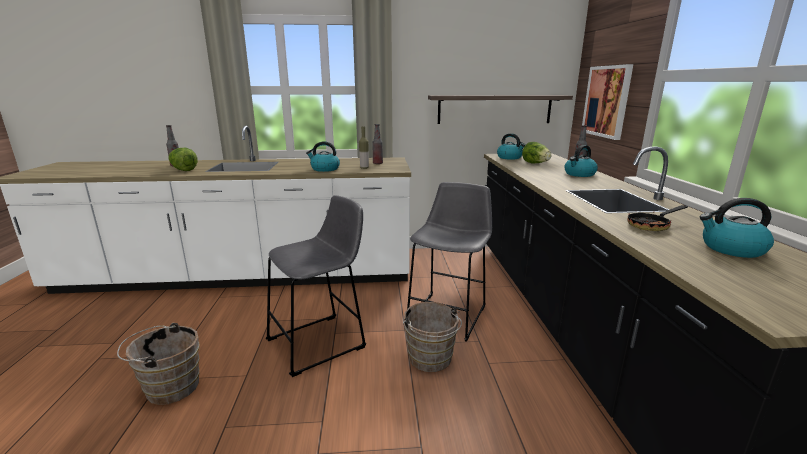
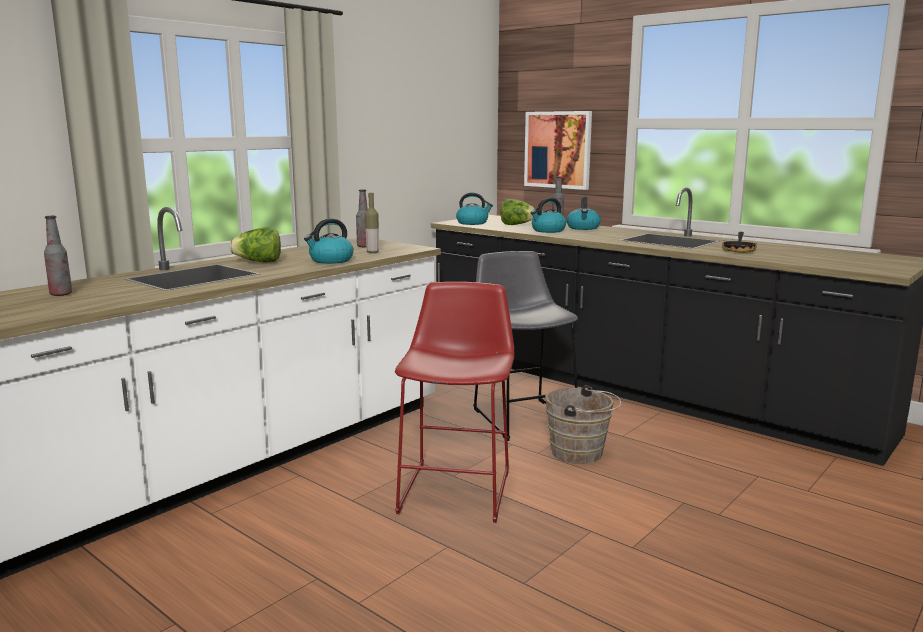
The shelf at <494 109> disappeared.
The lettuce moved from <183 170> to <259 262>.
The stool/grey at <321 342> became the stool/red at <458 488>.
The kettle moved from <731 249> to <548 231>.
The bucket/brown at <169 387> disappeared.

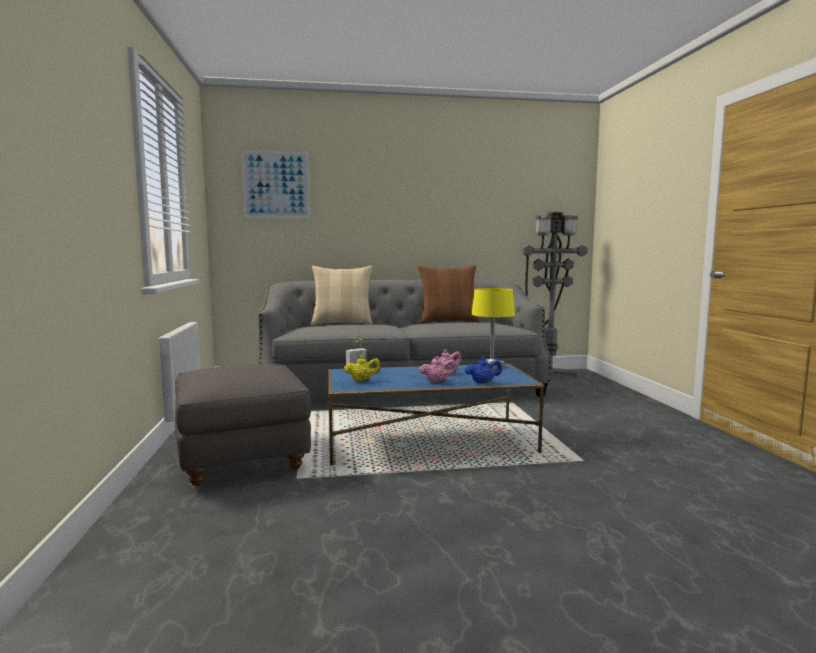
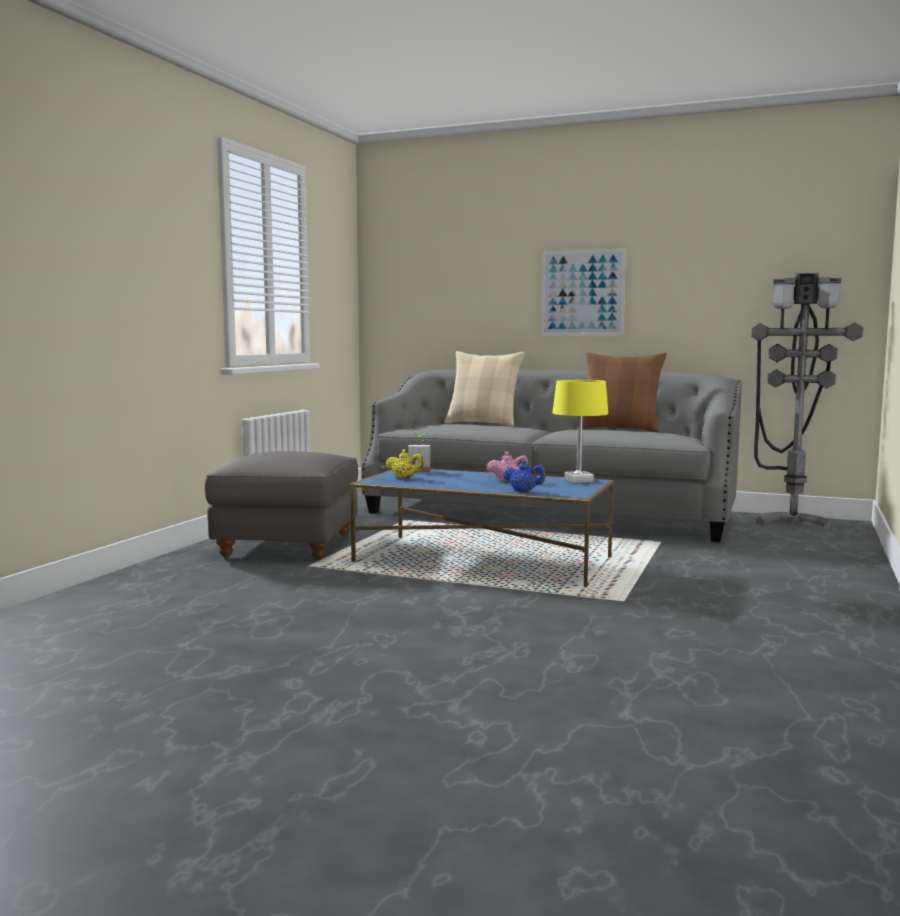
The picture moved from <276 184> to <582 293>.
The teapot/pink at <437 382> disappeared.

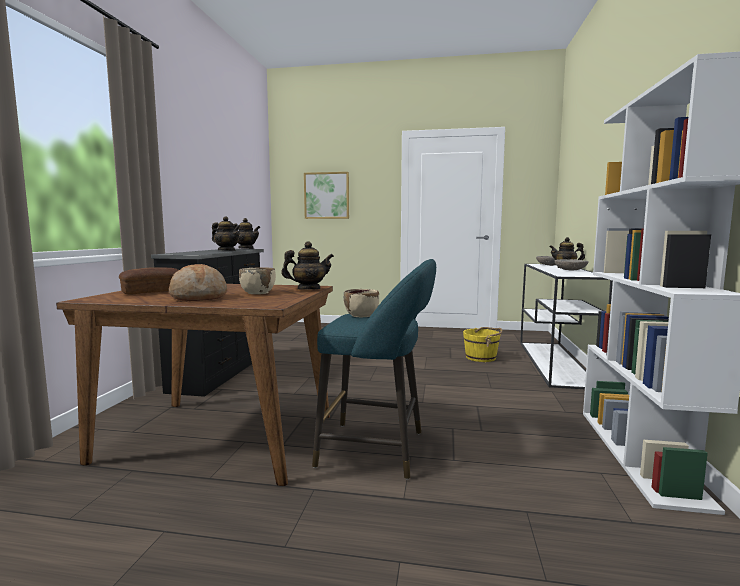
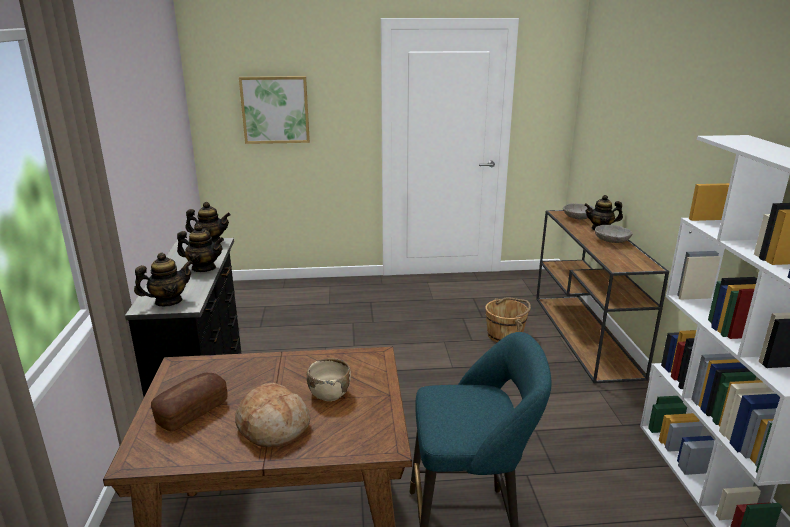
The teapot moved from <308 289> to <168 301>.
The console table/white at <556 363> became the console table/brown at <586 336>.
The bowl/beige at <361 315> disappeared.
The bucket/yellow at <481 357> became the bucket/brown at <505 335>.

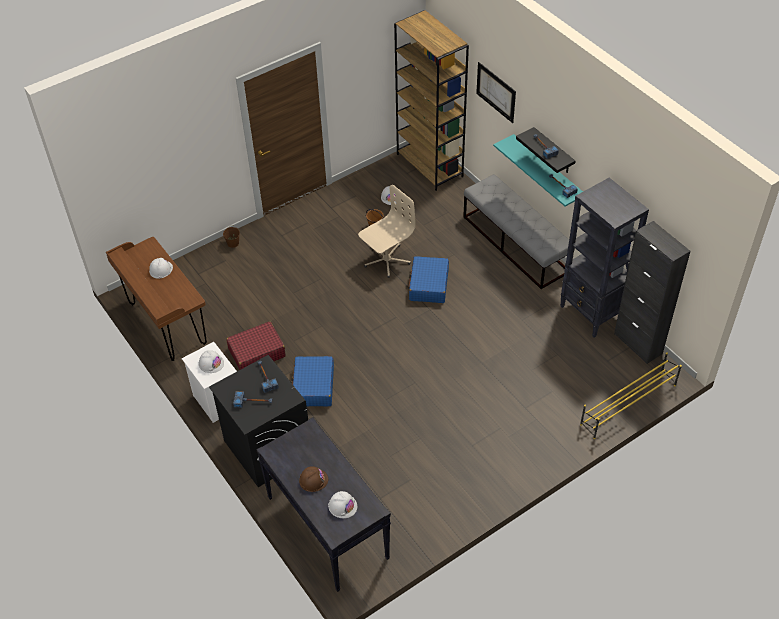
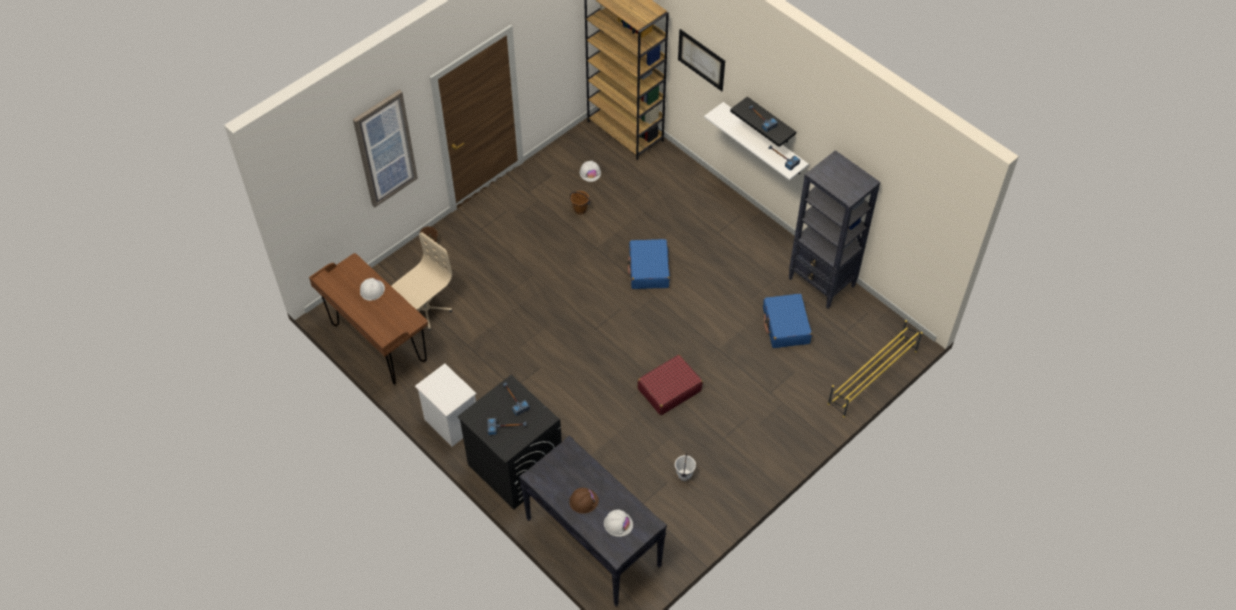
The shelf/turquoise at <547 171> became the shelf/white at <764 139>.
The bench/grey at <516 244> disappeared.
The office chair/beige moved from <386 260> to <425 309>.
The cabinet/black at <638 343> disappeared.
The suitcase/red moved from <256 352> to <669 389>.
The hard hat/white at <211 363> disappeared.
The suitcase/blue moved from <313 387> to <785 326>.
The picture at <385 149> appeared.
The bucket/white at <684 474> appeared.

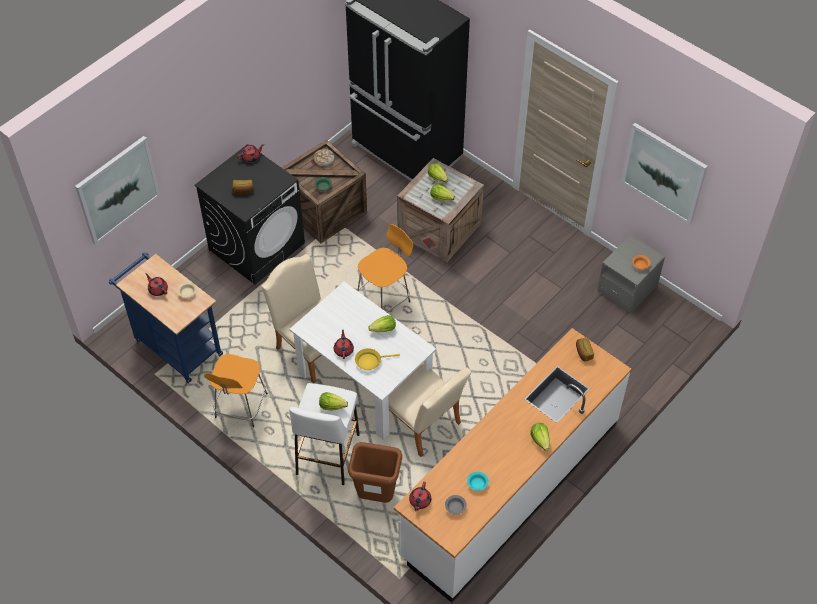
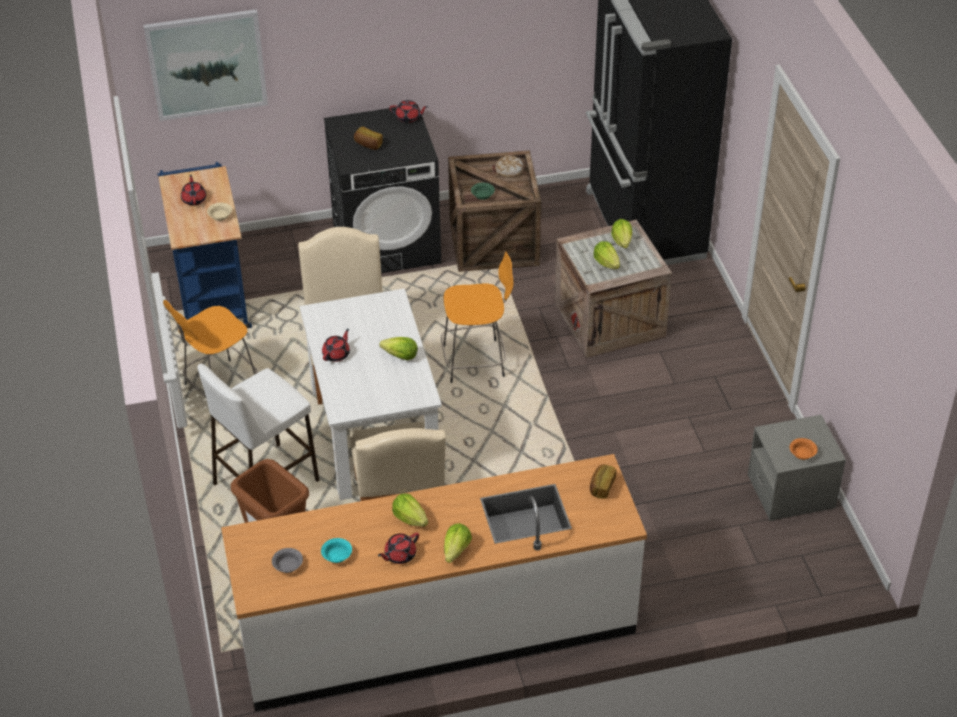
The picture at <663 173> disappeared.
The frying pan/yellow at <370 361> disappeared.
The lettuce moved from <332 406> to <410 518>.
The teapot/red moved from <420 501> to <399 555>.

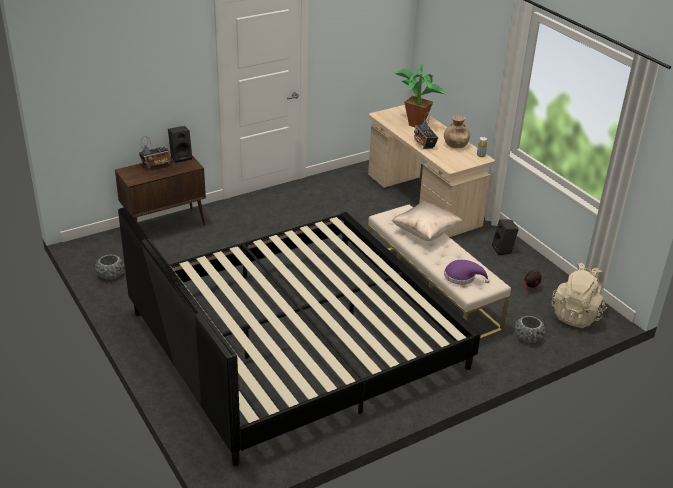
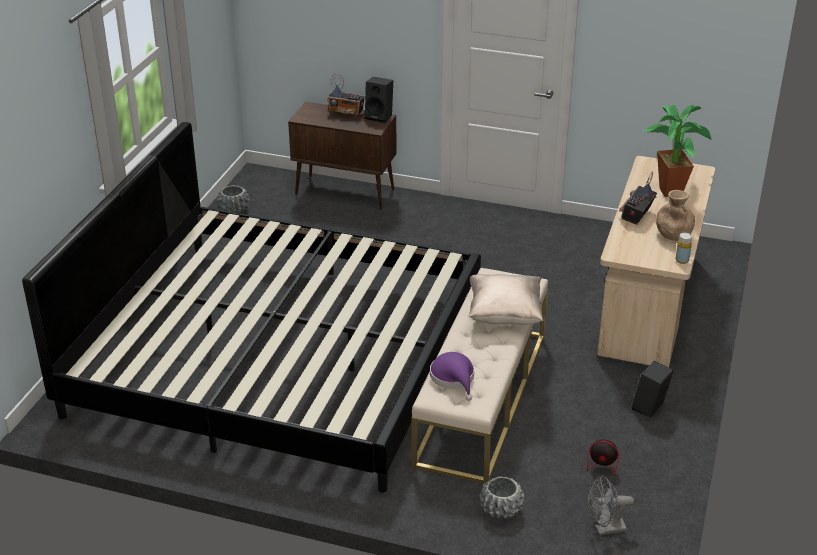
The backpack/beige at <576 315> was replaced by the fan/grey at <605 529>.

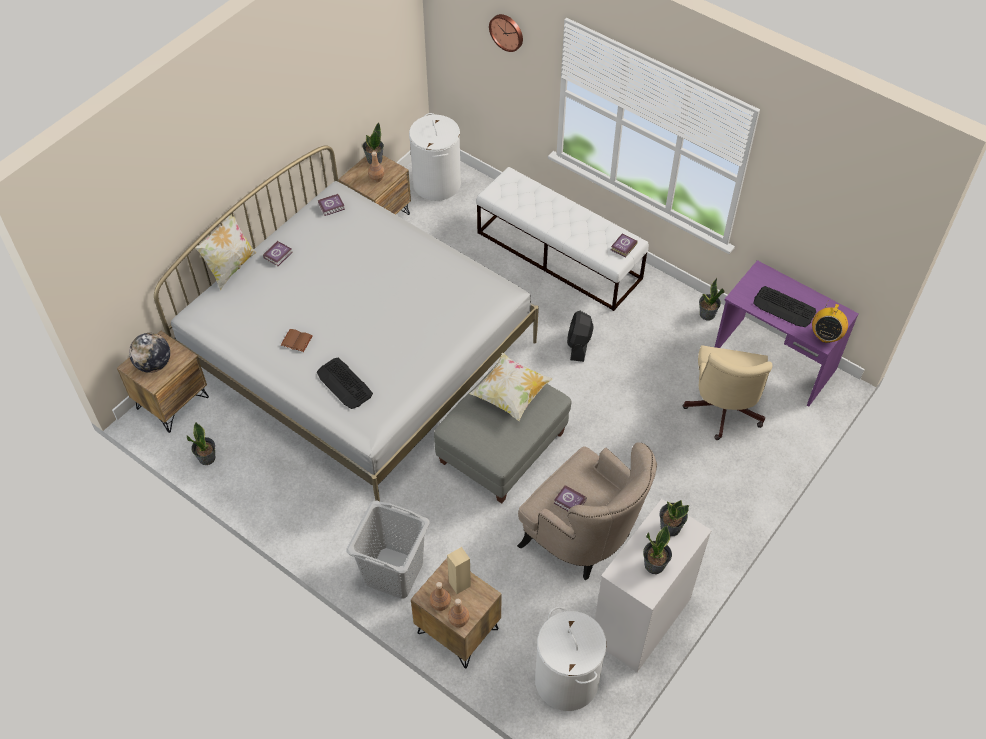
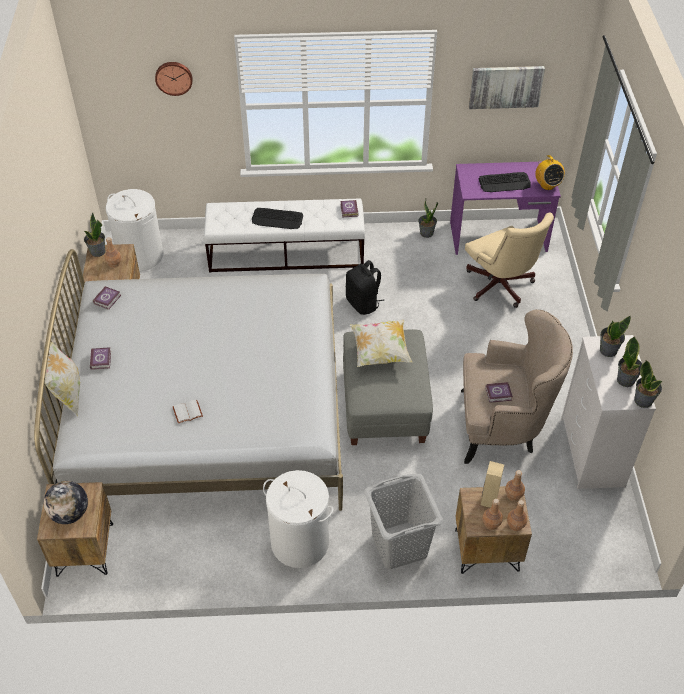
The fan/black at <579 345> was replaced by the backpack/black at <363 303>.
The book/brown at <297 340> became the book/white at <188 411>.
The keyboard moved from <344 384> to <277 219>.
The potted plant moved from <207 458> to <643 400>.
The laundry basket/white moved from <567 680> to <300 542>.
The picture at <505 86> appeared.
The bottle/brown at <513 495> appeared.

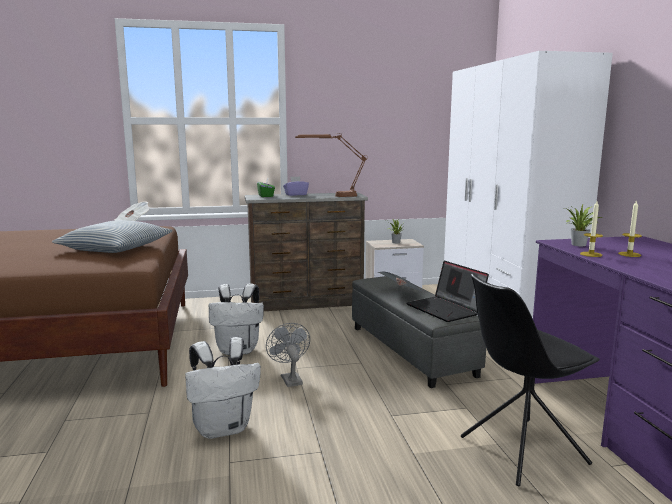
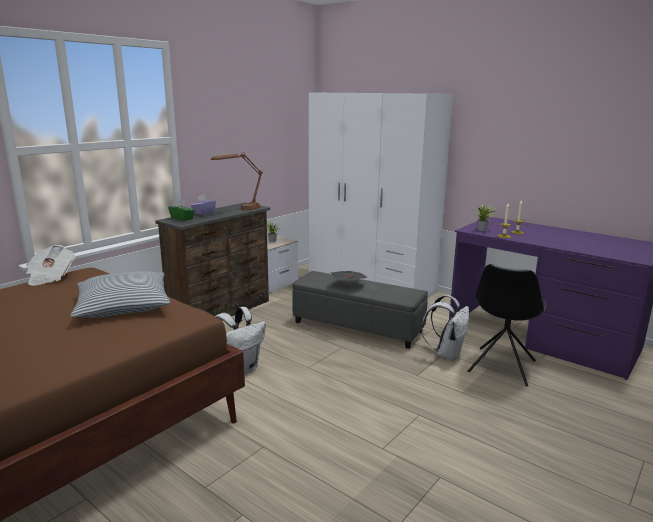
The laptop at <446 309> disappeared.
The fan/grey at <289 378> disappeared.
The backpack/white moved from <223 428> to <446 354>.

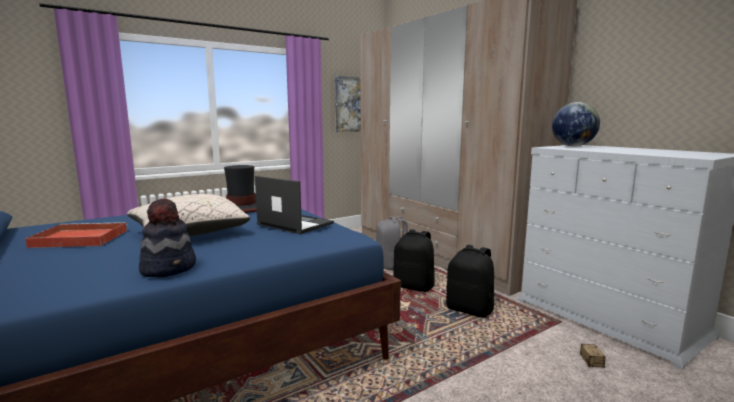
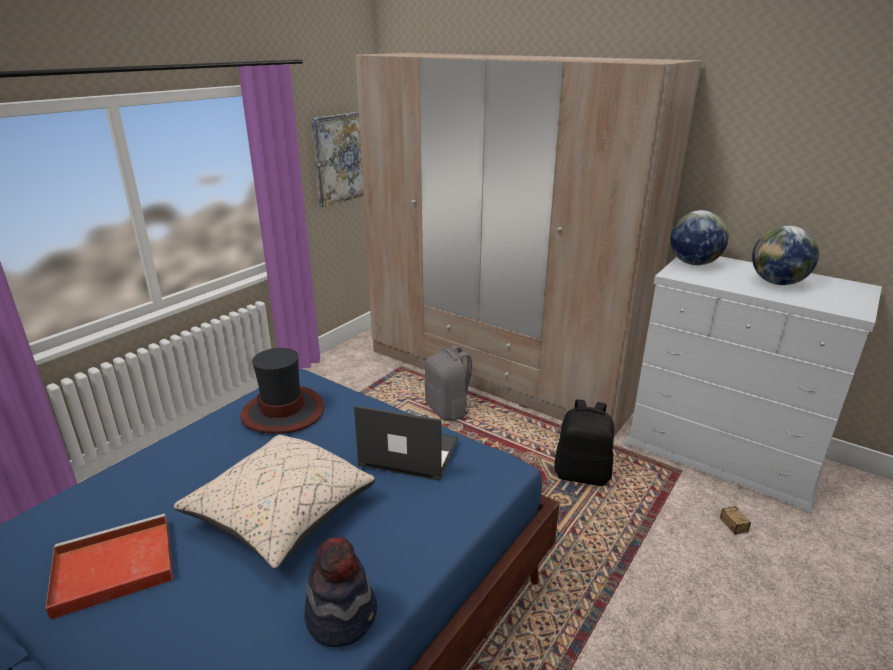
The backpack/black at <414 286> disappeared.
The globe at <777 283> appeared.

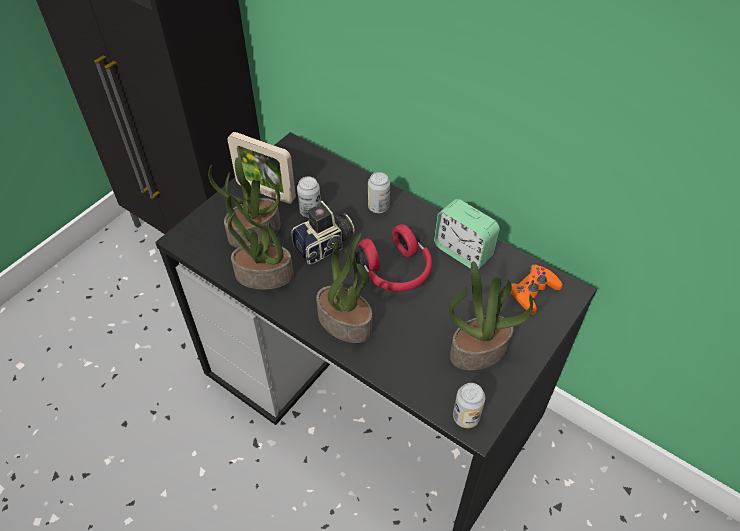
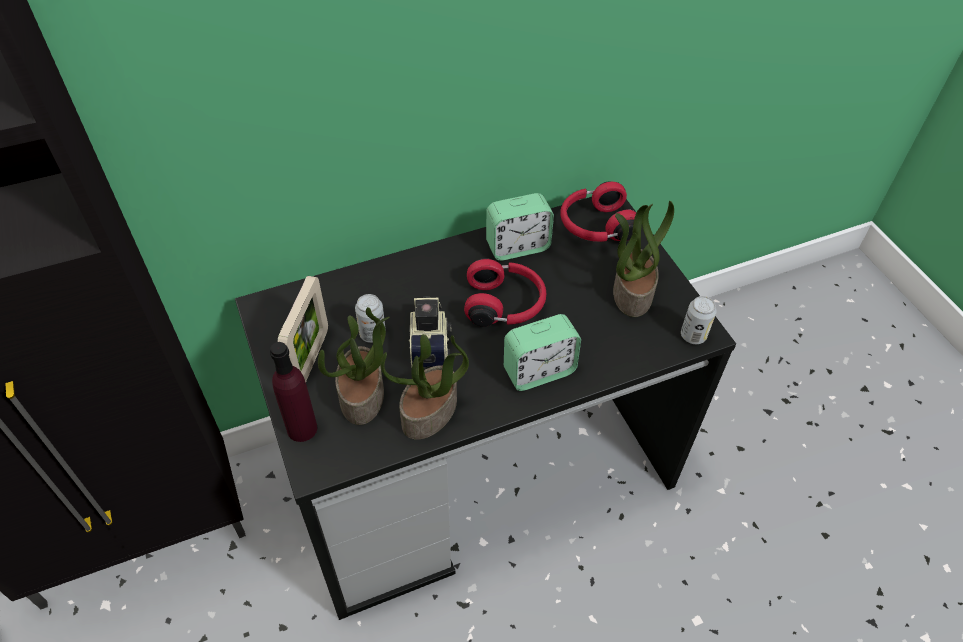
The picture frame at <266 192> turned 45 degrees counterclockwise.
The can at <378 207> disappeared.
The potted plant at <346 322> was replaced by the alarm clock at <539 371>.
The game controller/orange at <533 292> was replaced by the headphones/red at <595 226>.
The bottle/purple at <302 428> appeared.

